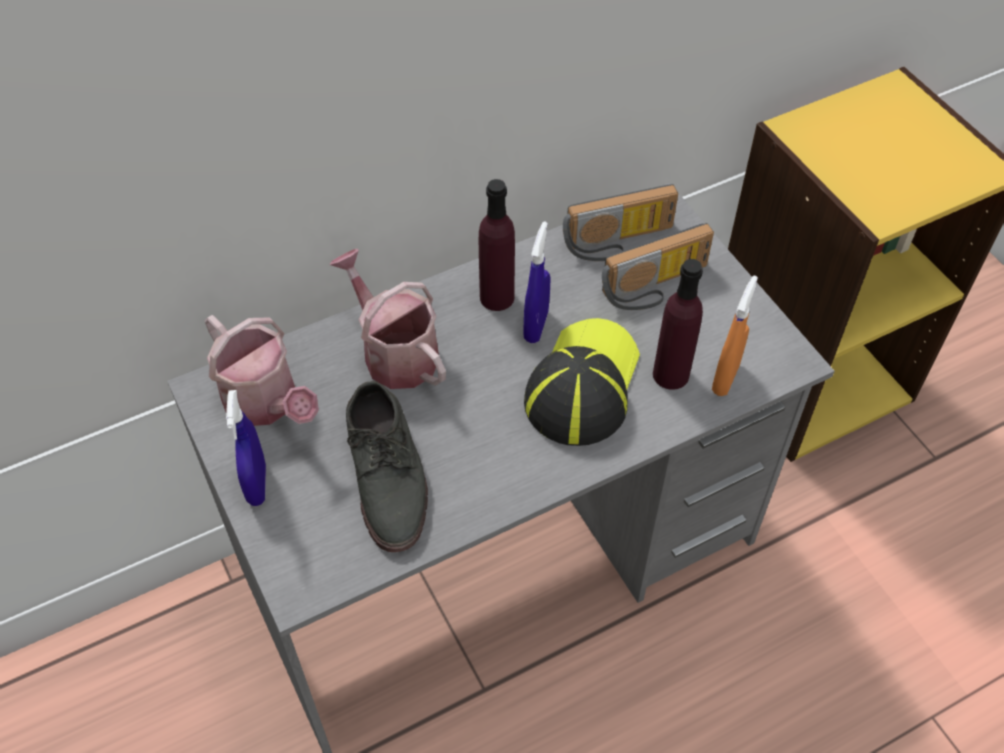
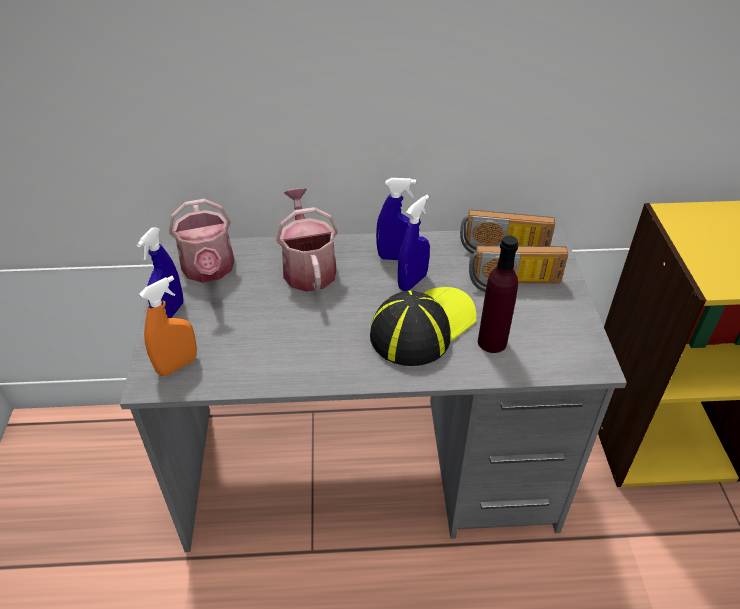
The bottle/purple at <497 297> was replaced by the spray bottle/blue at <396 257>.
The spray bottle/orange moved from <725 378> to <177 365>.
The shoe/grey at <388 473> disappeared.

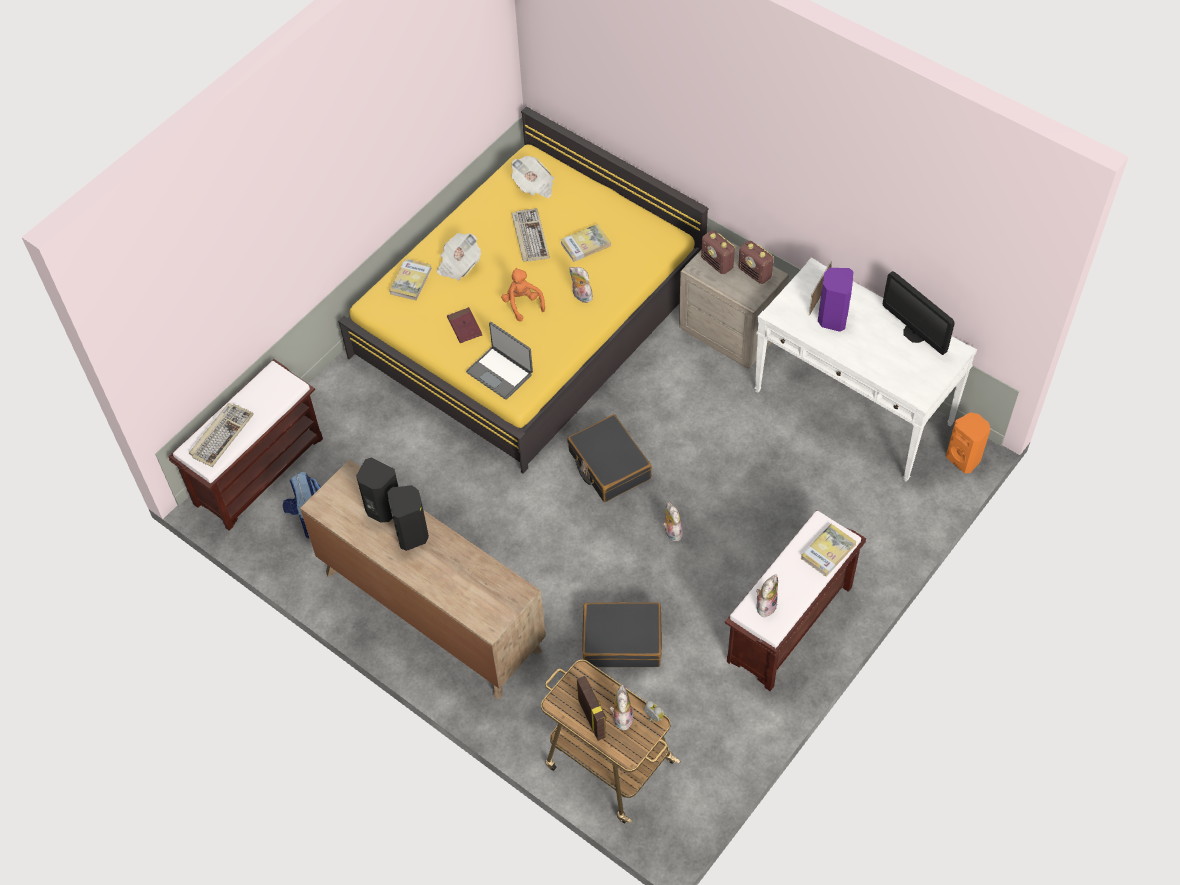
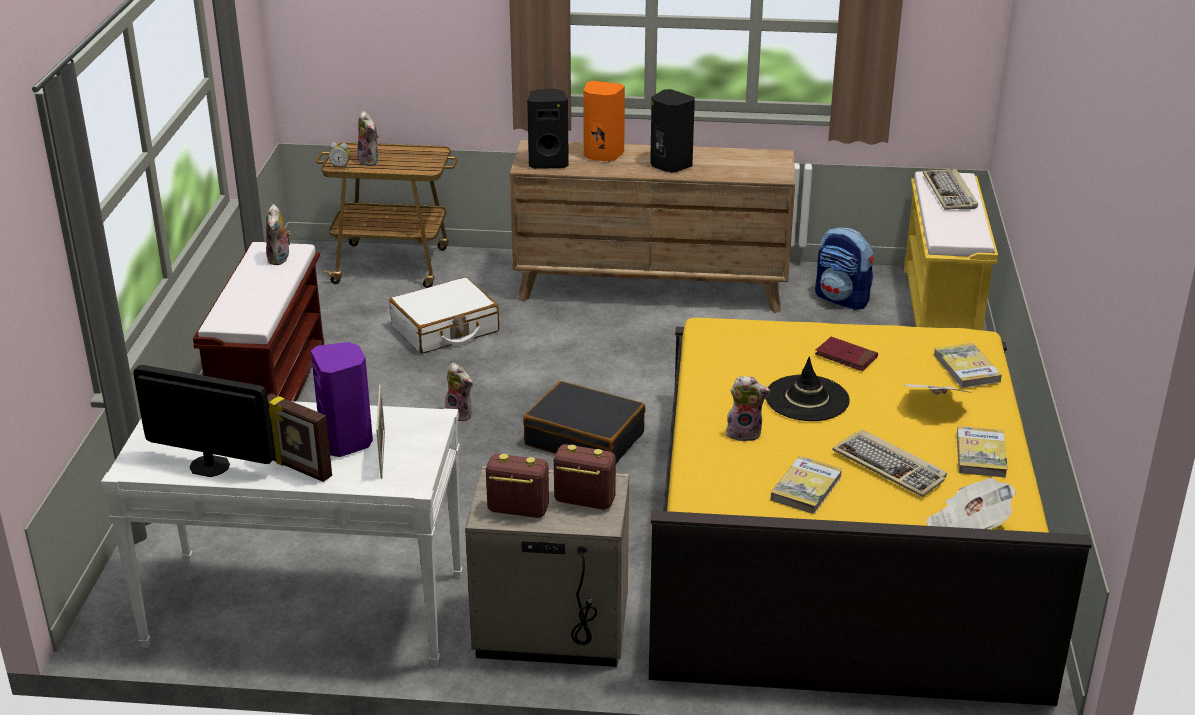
The plush toy/orange at <522 304> was replaced by the hat/black at <807 399>.
The laptop at <500 373> disappeared.
The bench/brown at <259 470> became the bench/yellow at <941 310>.
The speaker/orange moved from <964 458> to <602 155>.
The speaker/black moved from <382 509> to <548 163>.
The book moved from <828 551> to <981 455>.
The suitcase/black at <622 640> became the suitcase/white at <445 329>.
The picture frame moved from <592 718> to <299 469>.

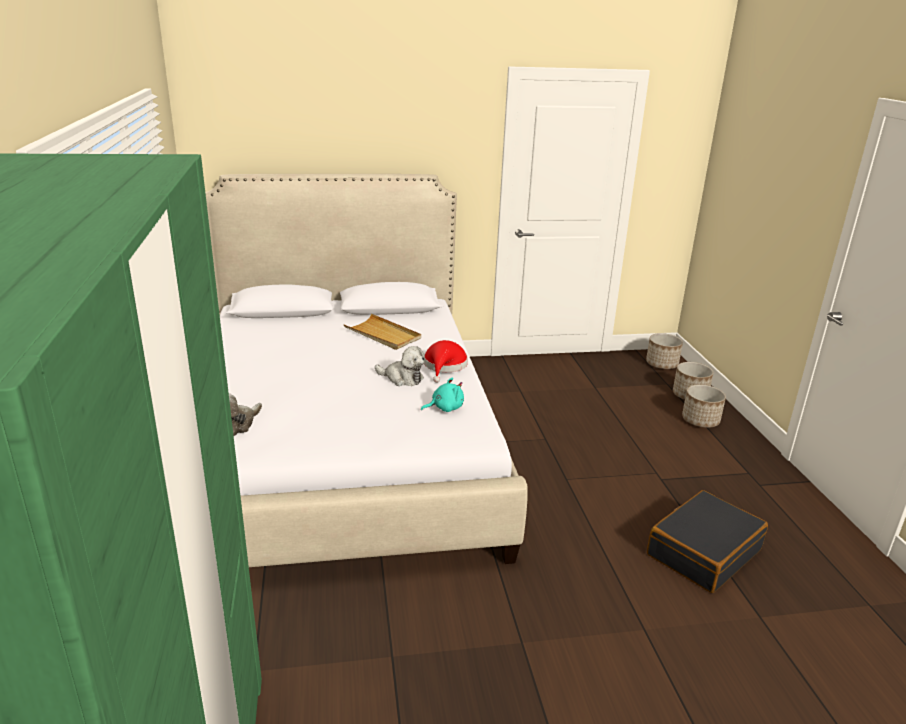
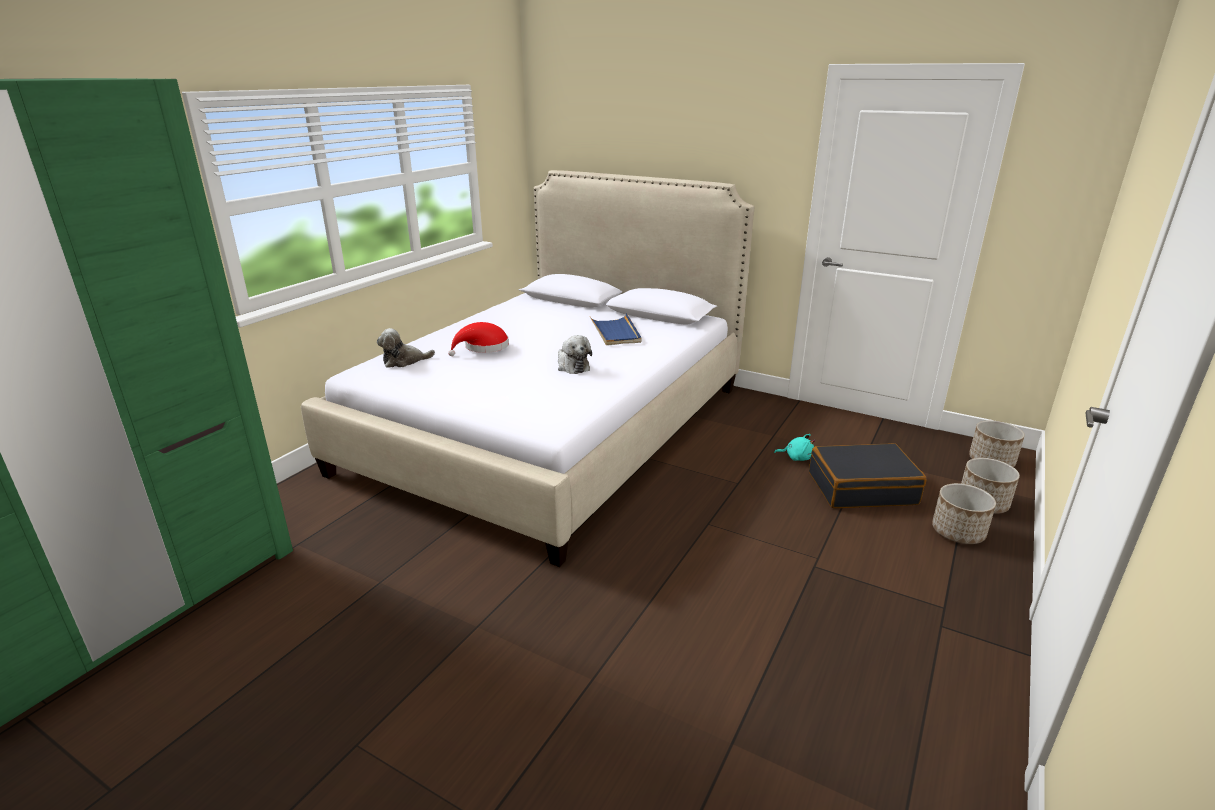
The tray/beige at <383 335> became the tray/blue at <615 332>.
The hat/red moved from <444 366> to <483 347>.
The plush toy/turquoise moved from <445 408> to <796 457>.
The suitcase/black moved from <703 552> to <862 488>.

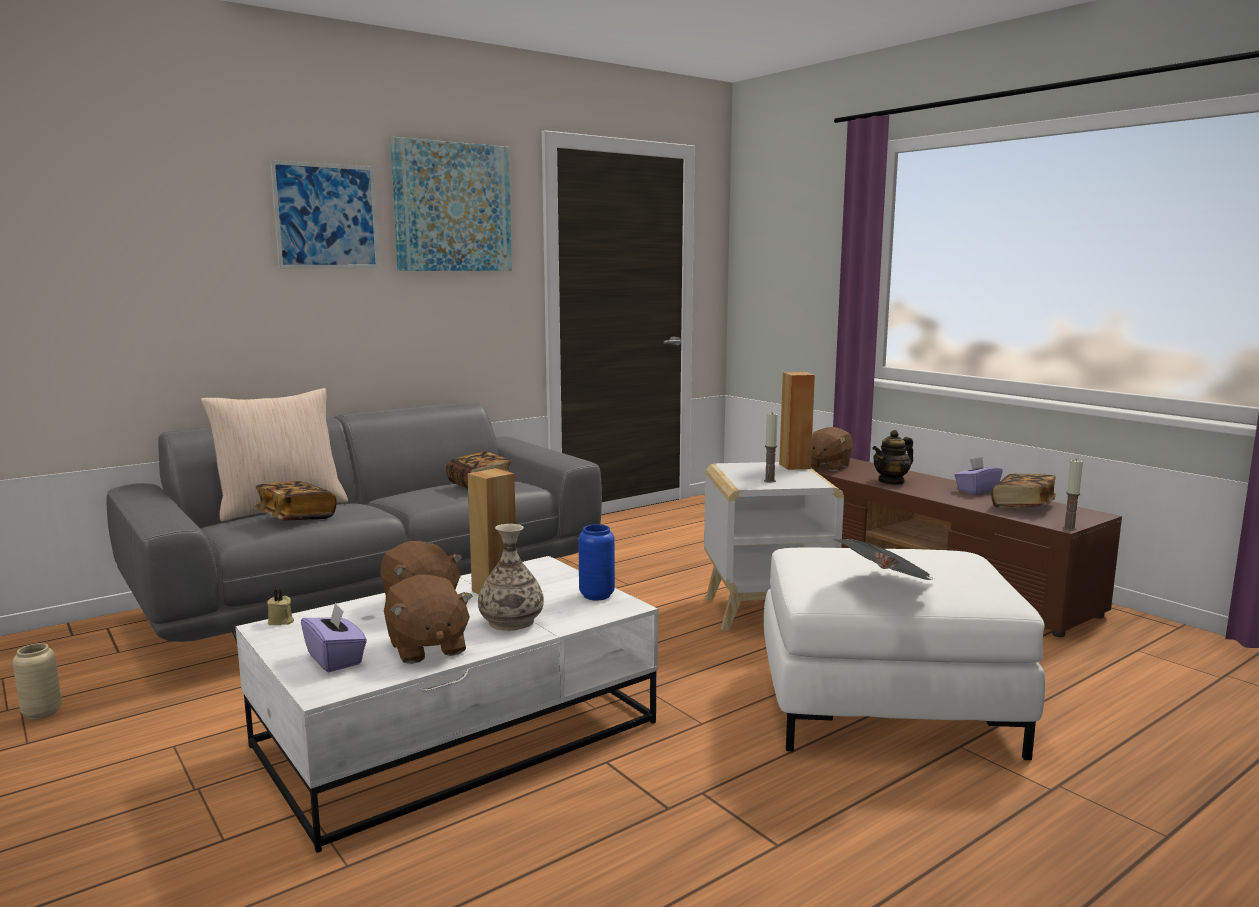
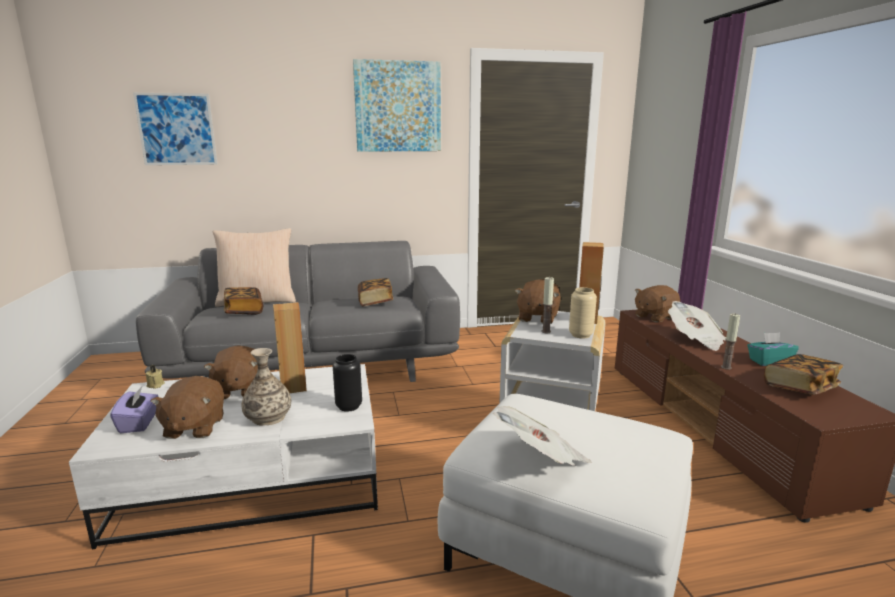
The picture moved from <326 216> to <176 129>.
The teapot at <891 481> was replaced by the newspaper at <695 340>.
The tissue box/purple at <976 490> became the tissue box/turquoise at <769 361>.
The candle moved from <1069 528> to <726 367>.
The vase/blue at <596 595> became the vase/black at <349 406>.
The vase/beige moved from <42 713> to <580 335>.
The plush toy/brown at <537 318> appeared.

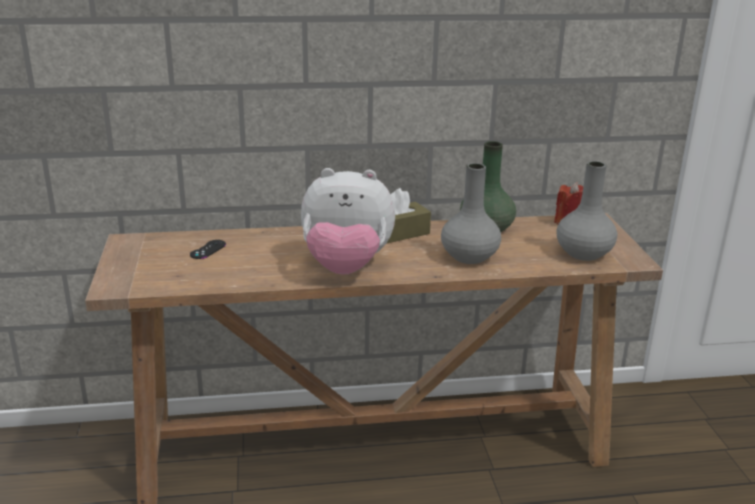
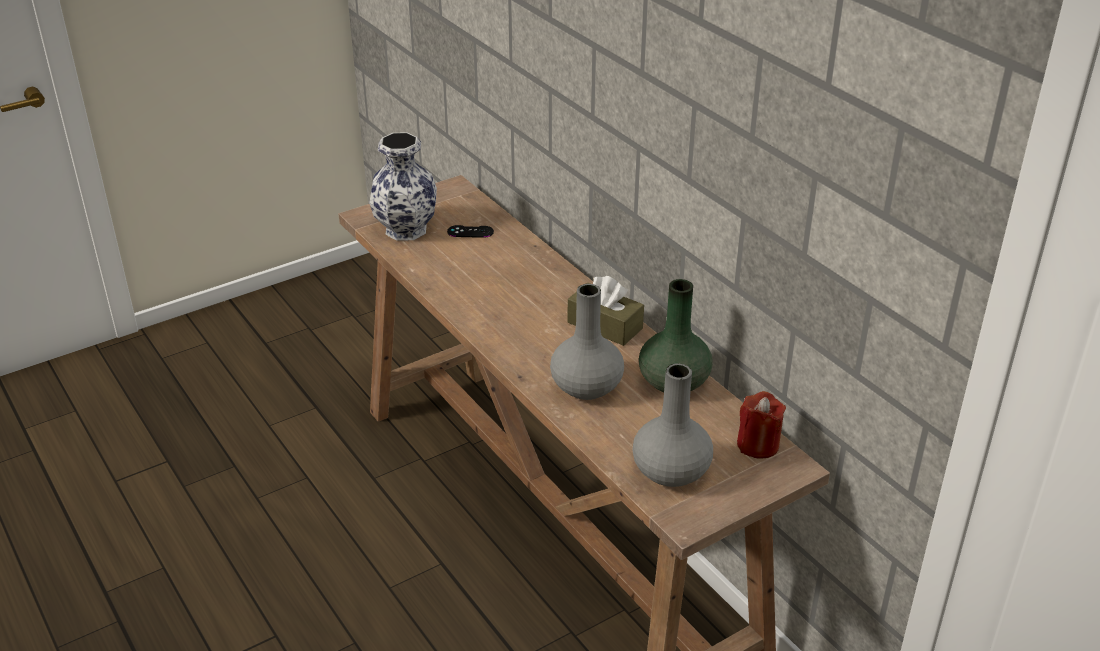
The plush toy at <346 267> disappeared.
The vase at <406 230> appeared.

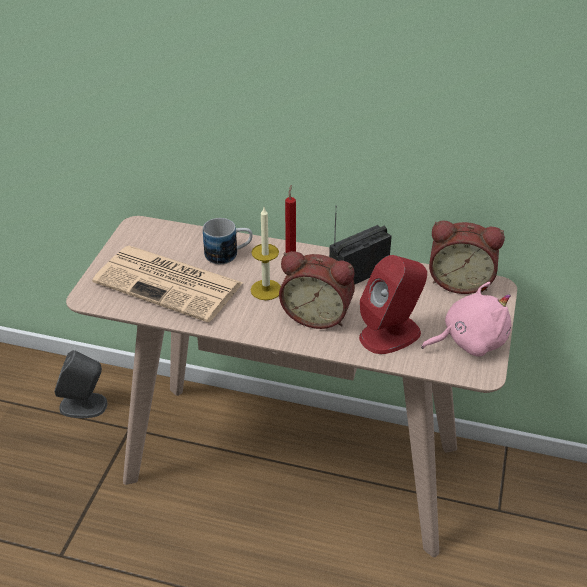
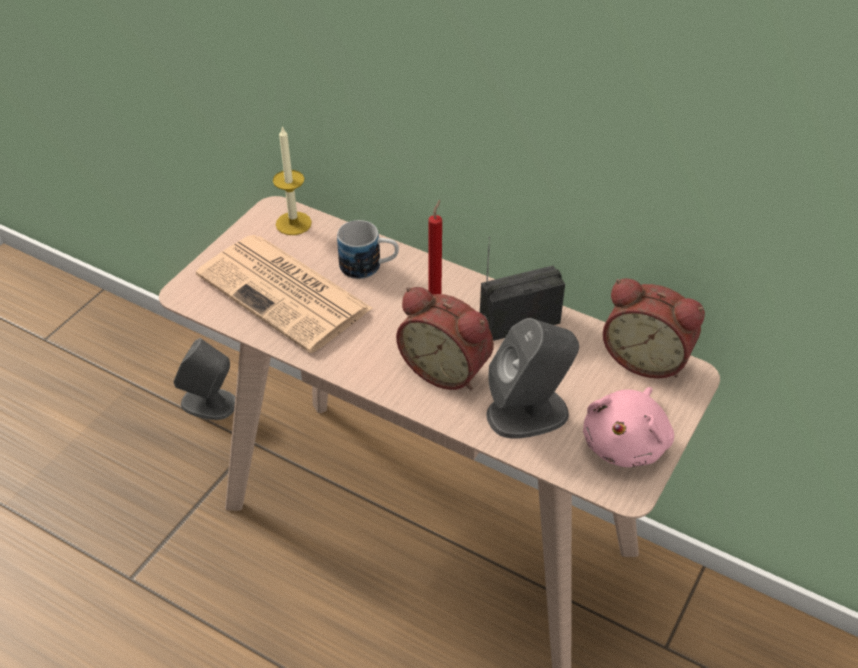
The candle moved from <266 290> to <293 223>.
The speaker/red at <390 334> became the speaker/grey at <528 413>.
The plush toy/pink at <469 341> turned 120 degrees clockwise.

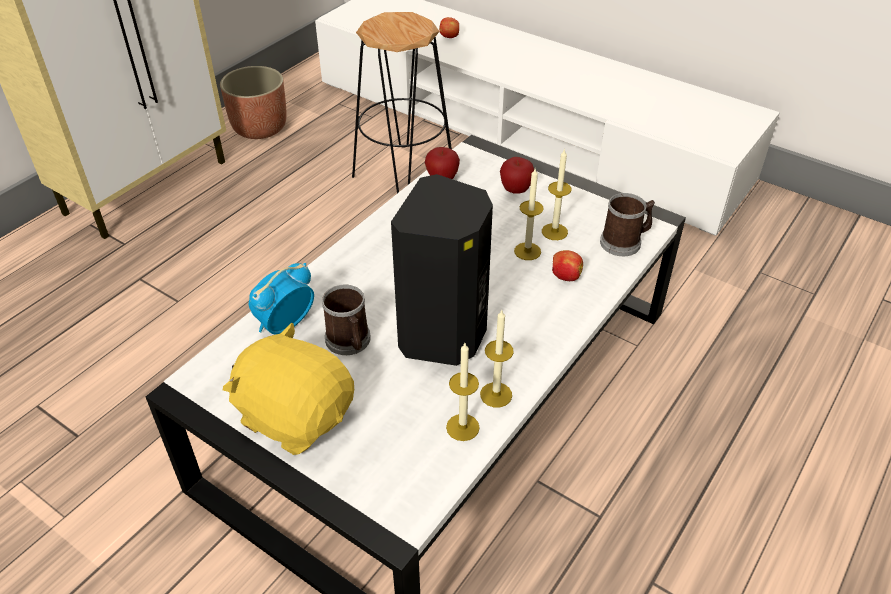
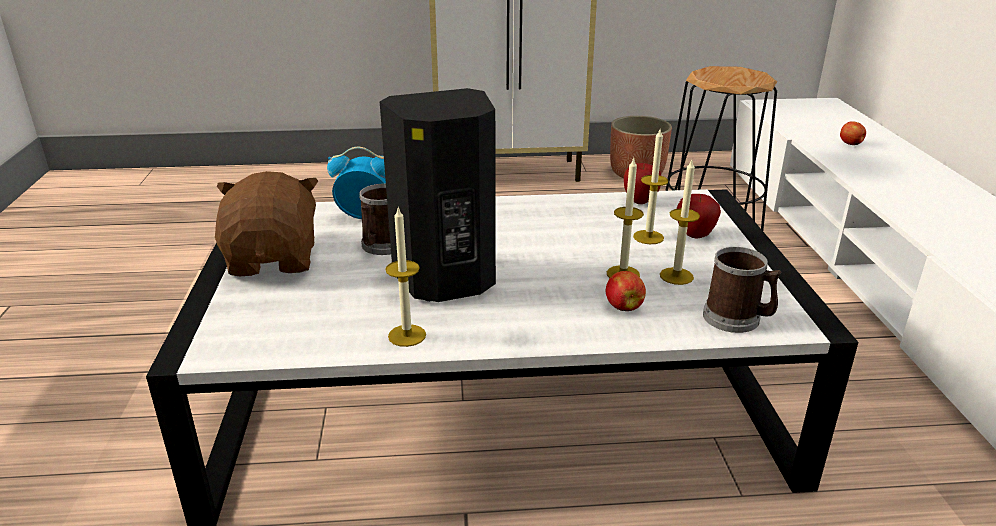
The plush toy/yellow at <296 415> became the plush toy/brown at <275 259>.
The candle moved from <462 427> to <648 237>.

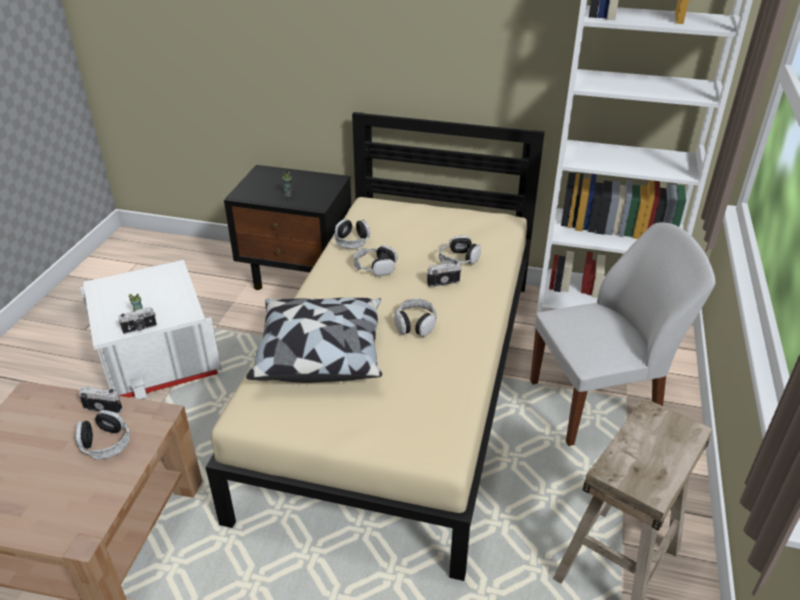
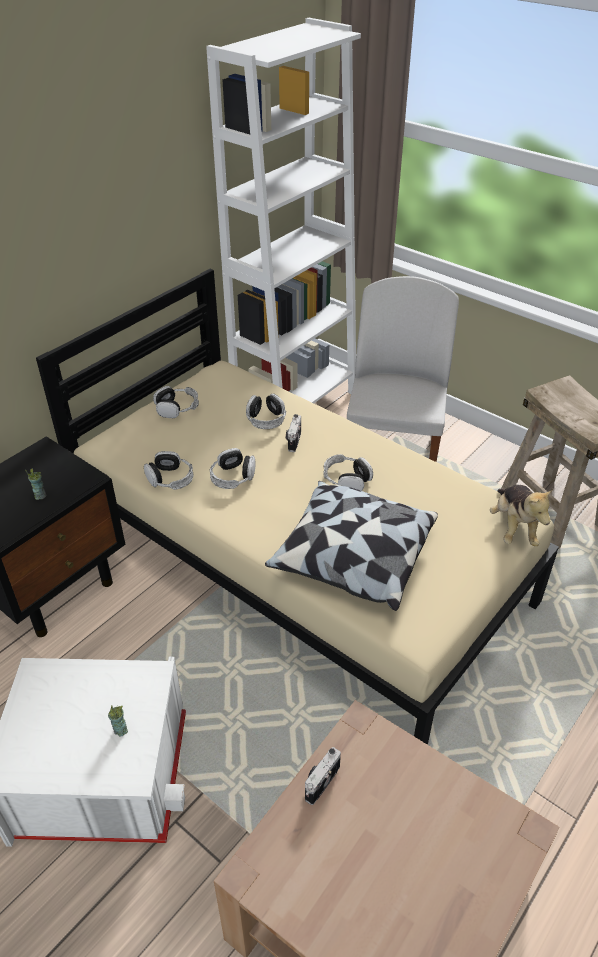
The photo camera at <140 328> disappeared.
The headphones moved from <105 443> to <177 408>.
The plush toy at <513 527> appeared.

